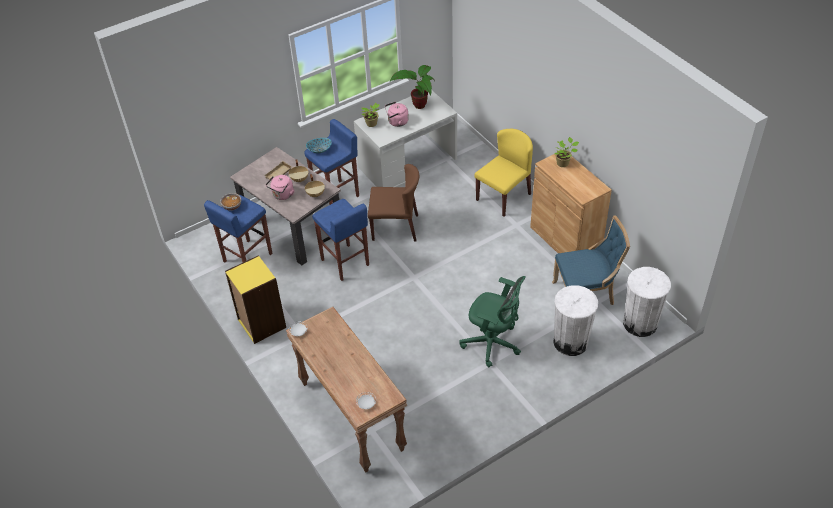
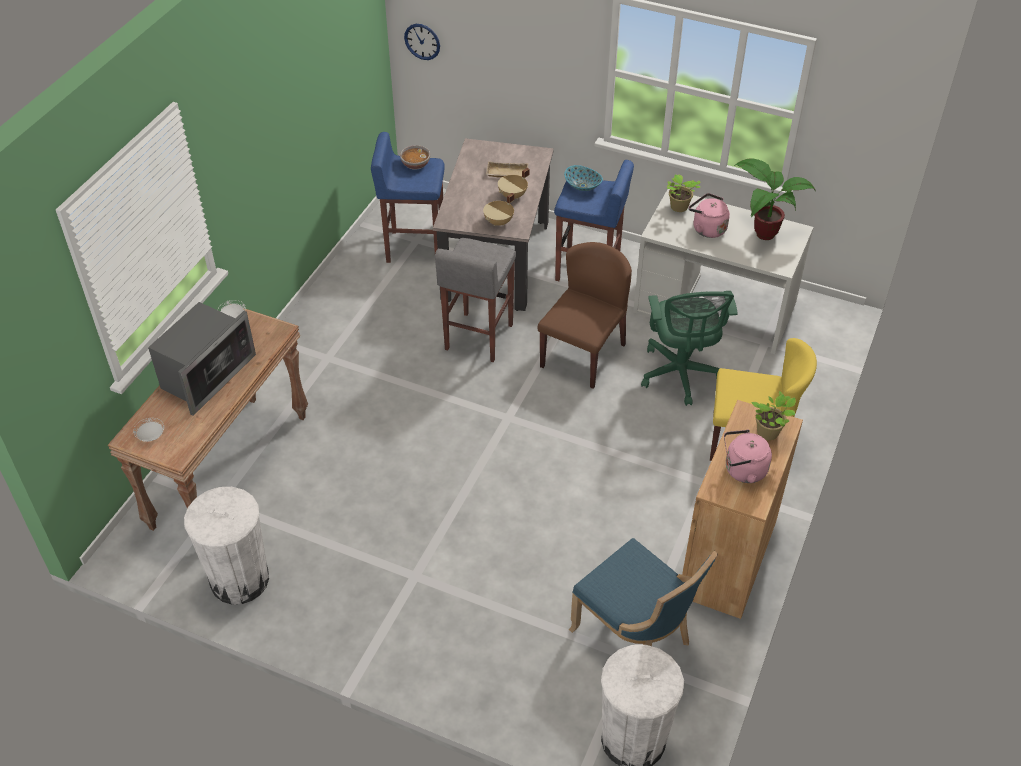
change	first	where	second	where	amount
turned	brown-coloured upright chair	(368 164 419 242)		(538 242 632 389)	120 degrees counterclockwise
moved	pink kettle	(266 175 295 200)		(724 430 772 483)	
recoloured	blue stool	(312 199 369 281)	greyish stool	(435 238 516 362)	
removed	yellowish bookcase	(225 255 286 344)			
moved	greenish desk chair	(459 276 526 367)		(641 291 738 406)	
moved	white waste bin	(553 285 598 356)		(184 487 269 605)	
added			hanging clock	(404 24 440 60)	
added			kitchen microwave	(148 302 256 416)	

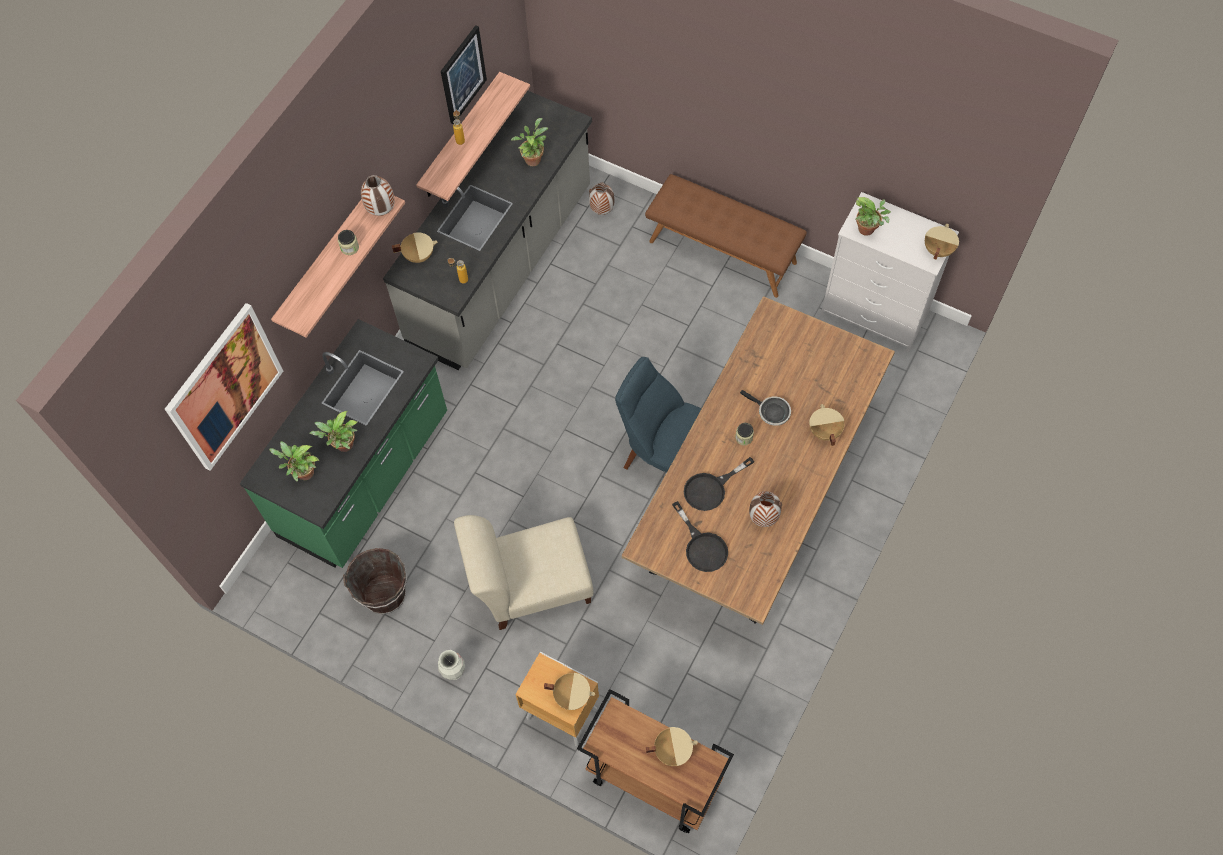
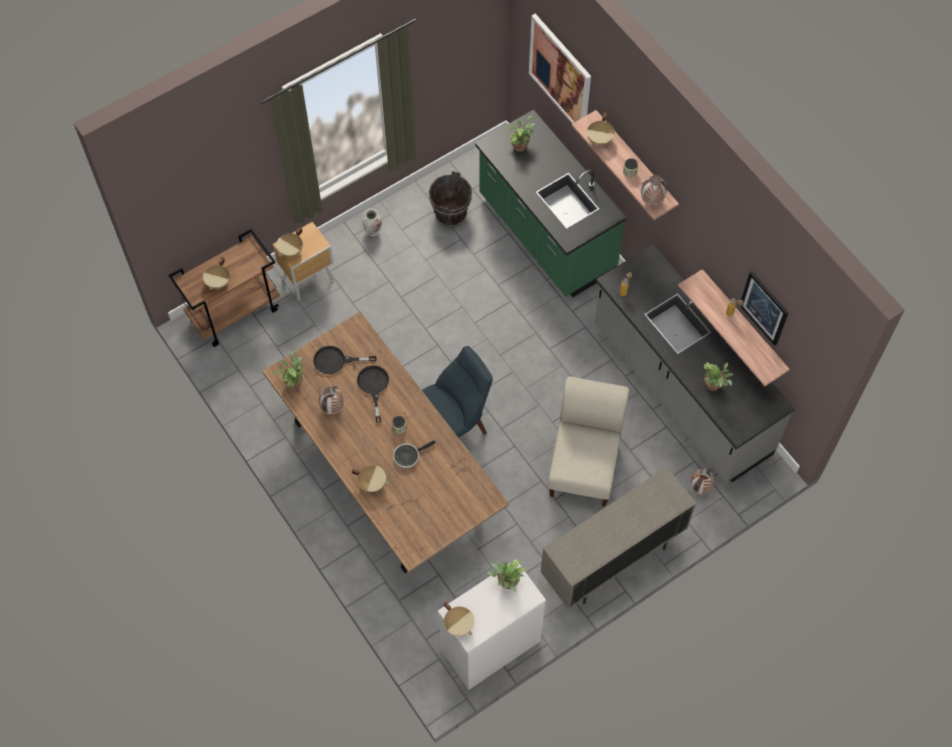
change	first	where	second	where	amount
replaced	brown-coloured long seat	(645 174 807 298)	beige-coloured storage cabinet	(541 467 696 609)	
moved	beige-coloured cooking pot	(392 232 437 263)		(587 112 615 146)	
moved	plant in a pot	(309 411 358 452)		(274 350 304 390)	
moved	beige-coloured upright chair	(454 515 593 630)		(548 376 629 506)	

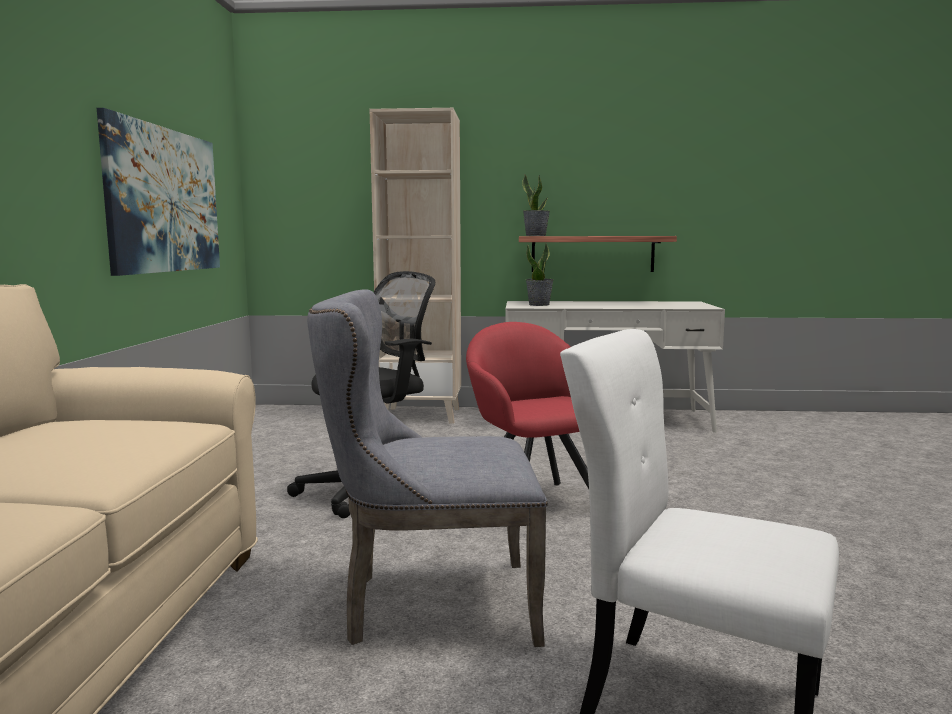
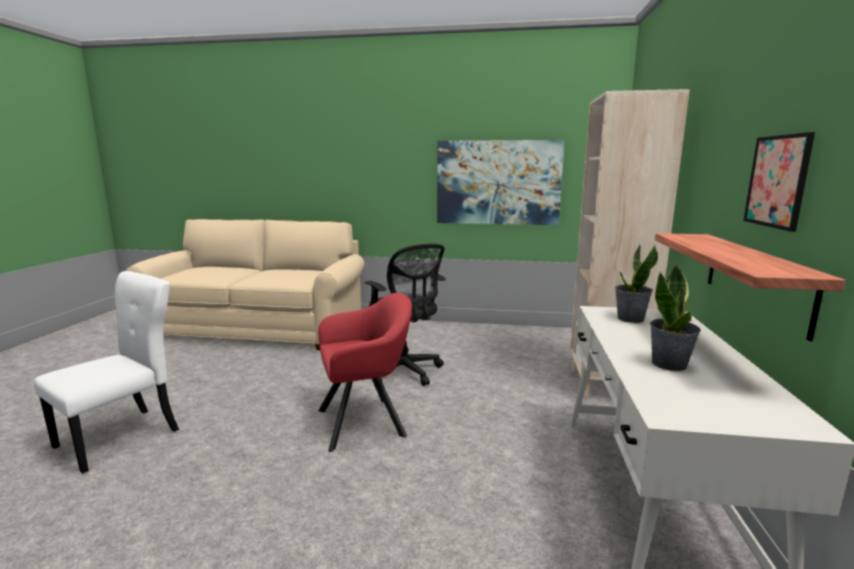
change	first	where	second	where	amount
moved	plant in a pot	(522 175 550 236)		(650 264 701 371)	
removed	greyish upright chair	(307 289 548 647)			
added			wall art	(743 132 815 232)	

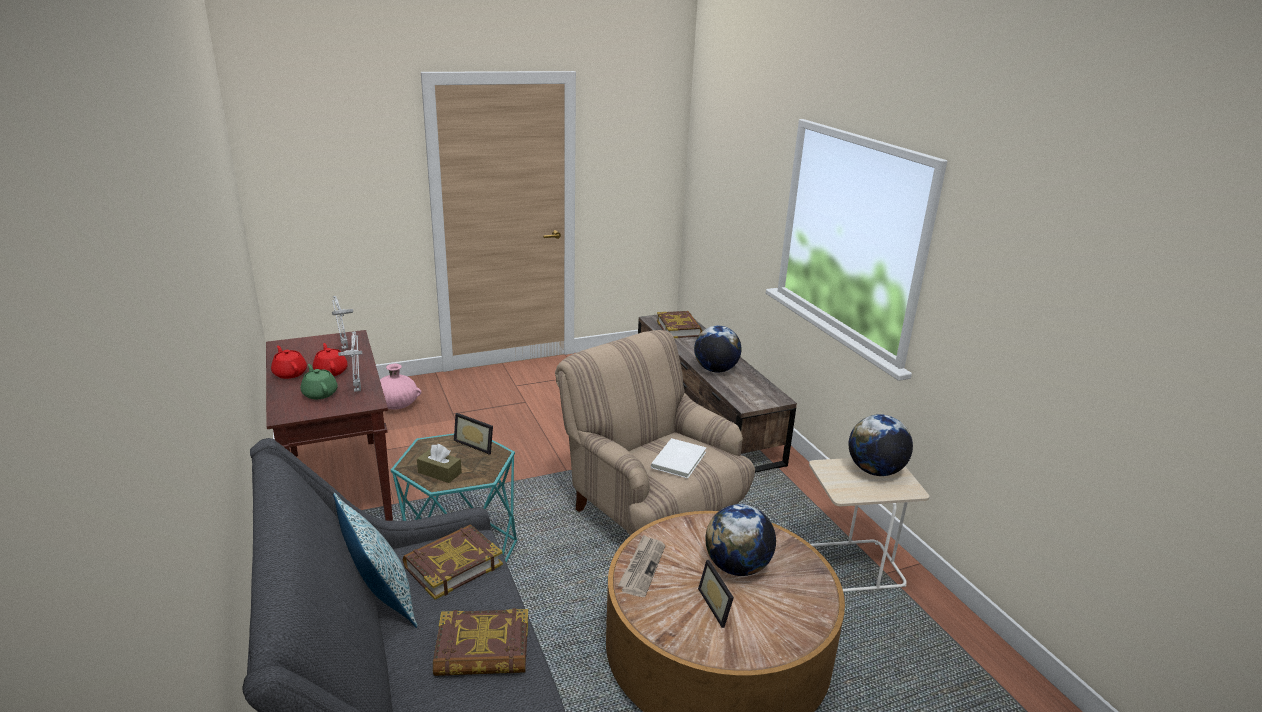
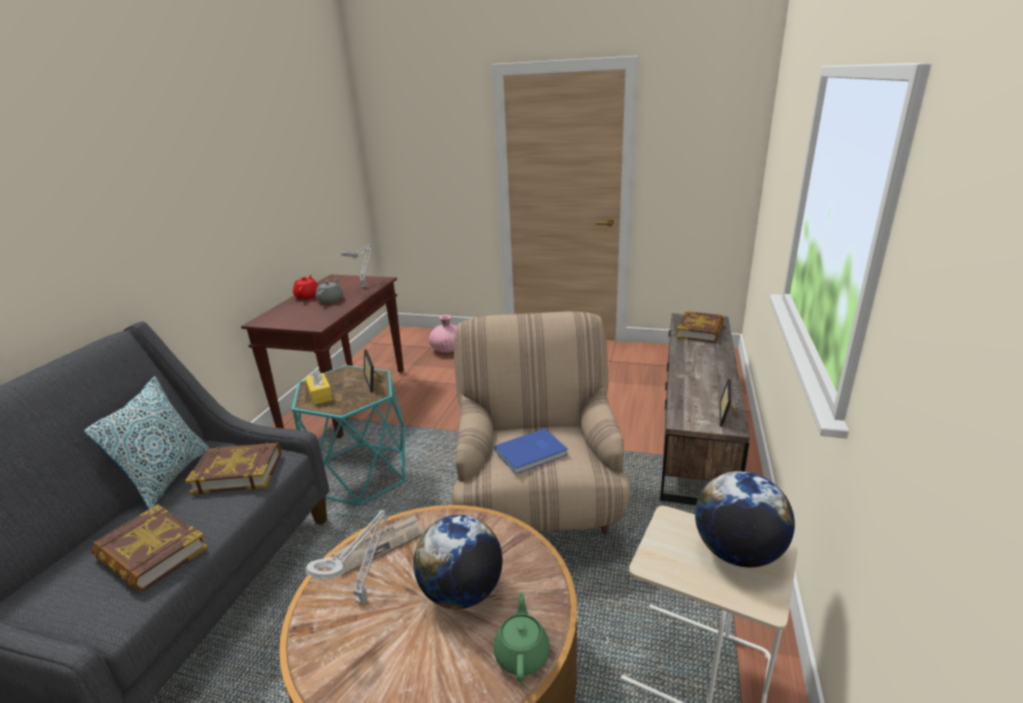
change	first	where	second	where	amount
removed	world globe	(694 326 742 373)			
moved	greyish tabletop lamp	(338 331 362 392)		(306 510 389 604)	
recoloured	red-coloured teapot	(313 343 348 376)	greyish teapot	(315 278 343 303)	
moved	greenish teapot	(300 364 338 399)		(493 592 550 682)	
recoloured	white book	(651 438 707 478)	blue book	(494 428 568 474)	
recoloured	brown-coloured box of tissues	(417 444 462 483)	yellowish box of tissues	(305 368 333 405)	
moved	standing frame	(698 560 734 628)		(720 378 739 427)	

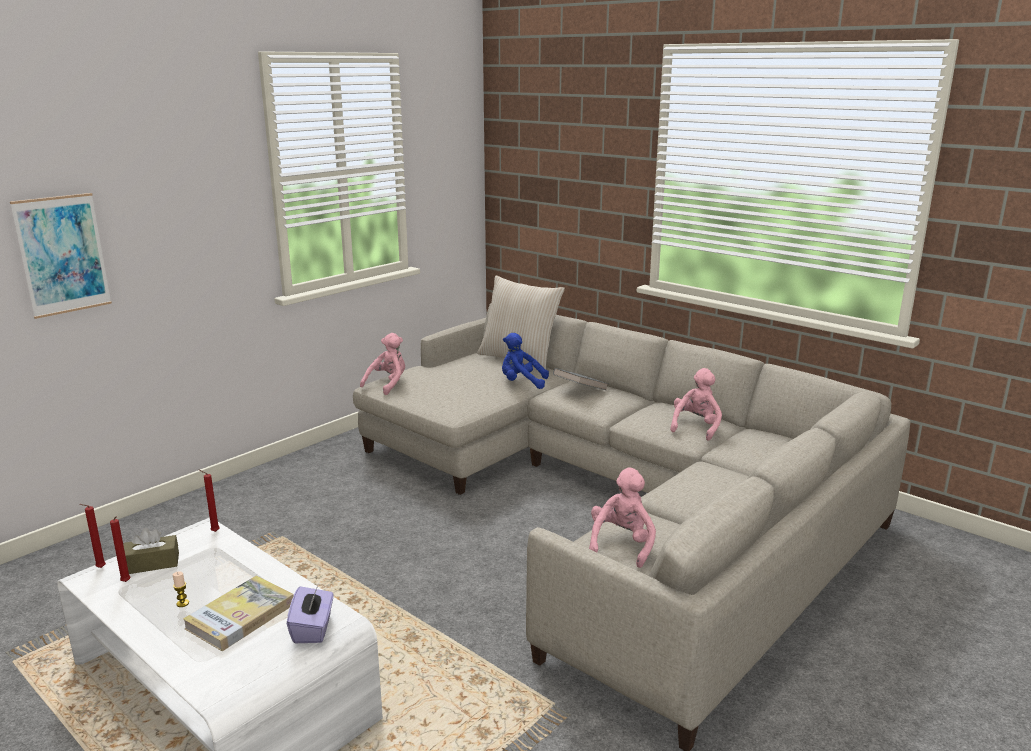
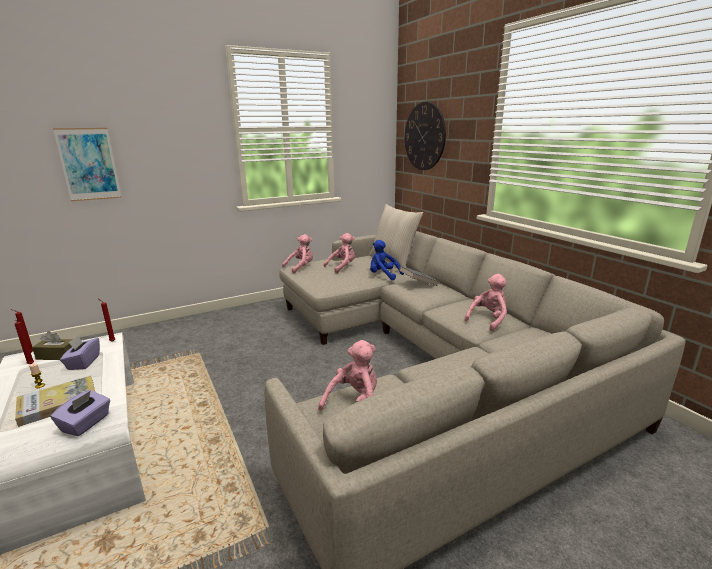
change	first	where	second	where	amount
added			hanging clock	(405 102 446 170)	
added			pink cuddly toy	(323 233 355 273)	
added			purple box of tissues	(60 335 100 370)	

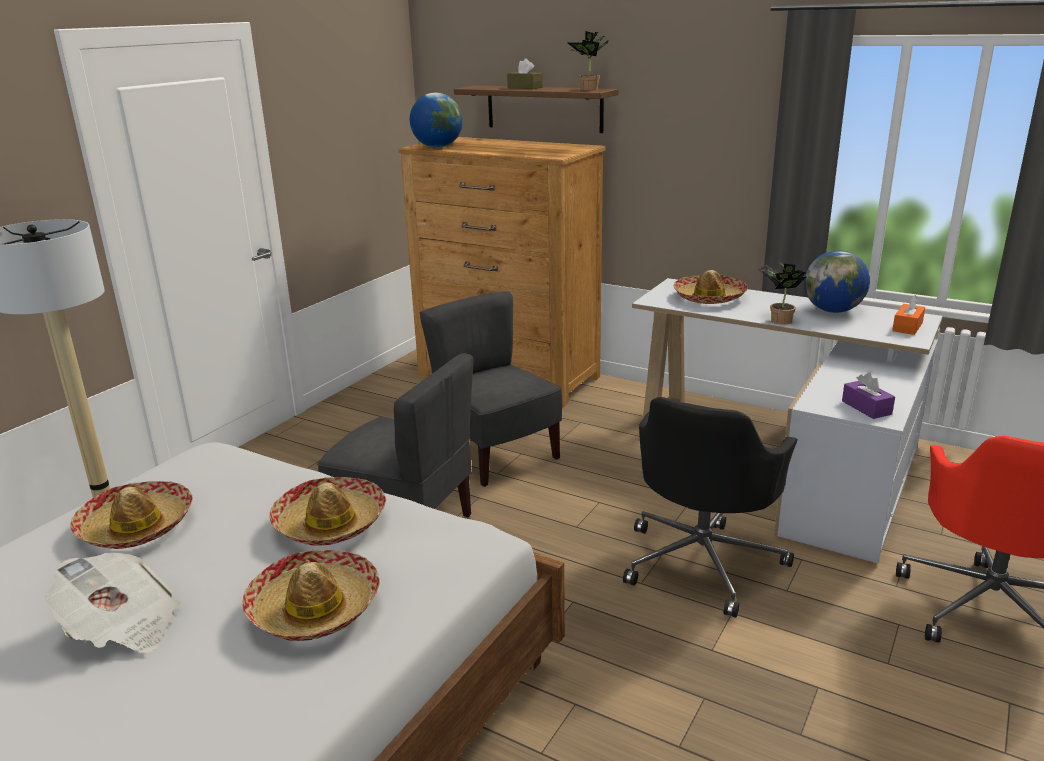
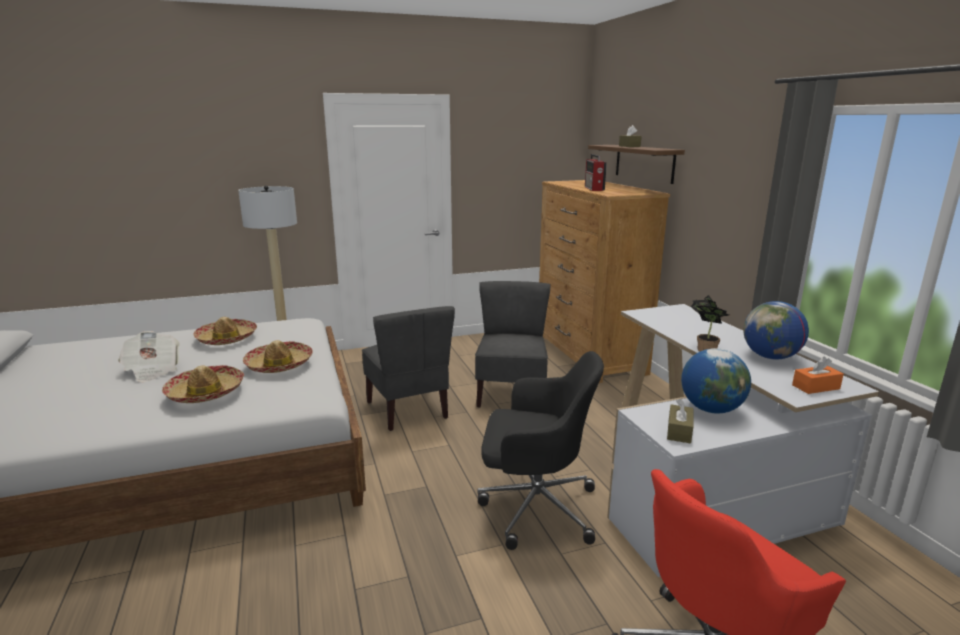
change	first	where	second	where	amount
removed	plant in a pot	(567 31 609 90)			
moved	world globe	(410 93 463 148)		(681 348 751 414)	
removed	wearable hat	(674 270 748 304)			
recoloured	purple box of tissues	(842 372 895 419)	brown-coloured box of tissues	(667 399 693 443)	
turned	blackish desk chair	(623 397 798 618)		(477 351 604 550)	150 degrees counterclockwise
added			radio receiver	(585 154 607 191)	

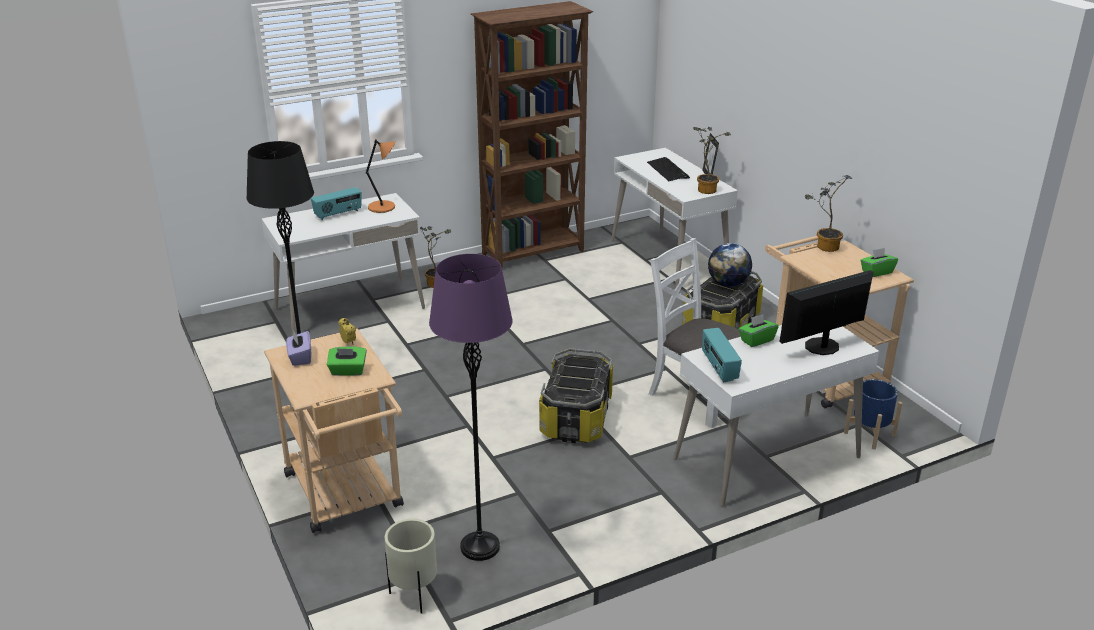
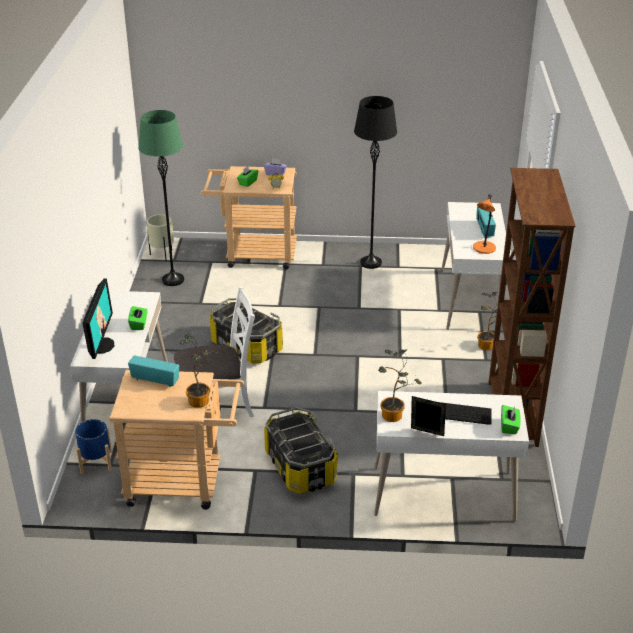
change	first	where	second	where	amount
removed	world globe	(708 243 752 287)			
moved	greenish box of tissues	(860 248 898 277)		(501 405 521 434)	
recoloured	purple floor lamp	(429 254 513 561)	greenish floor lamp	(138 110 184 286)	
moved	radio receiver	(702 328 742 383)		(128 355 179 387)	

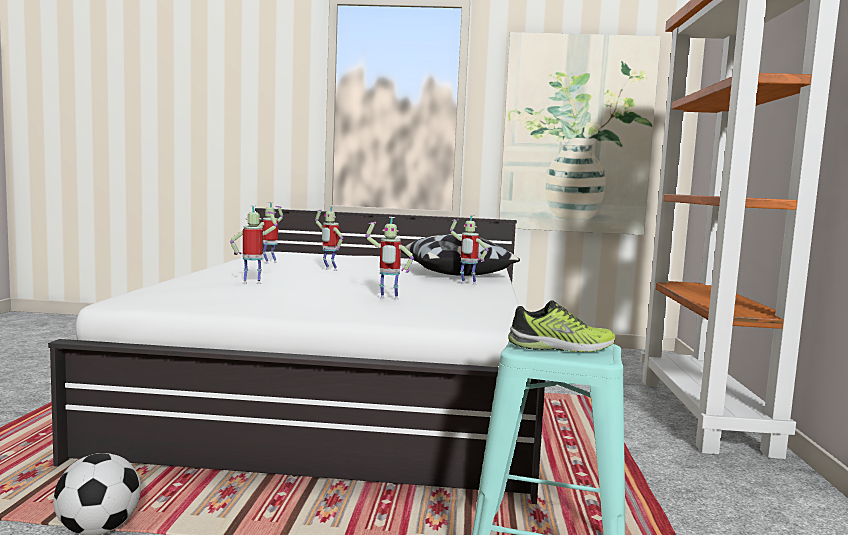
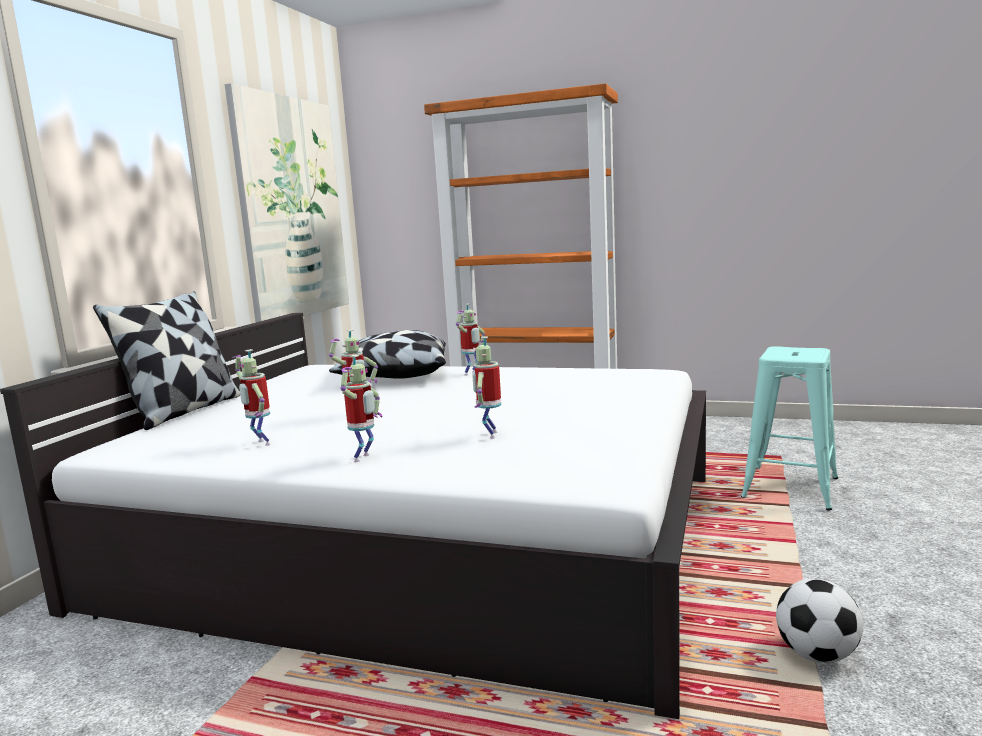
change	first	where	second	where	amount
moved	toy robot	(366 217 414 300)		(341 355 382 462)	
removed	shoe	(508 300 615 352)			
added			cushion	(93 291 240 430)	

